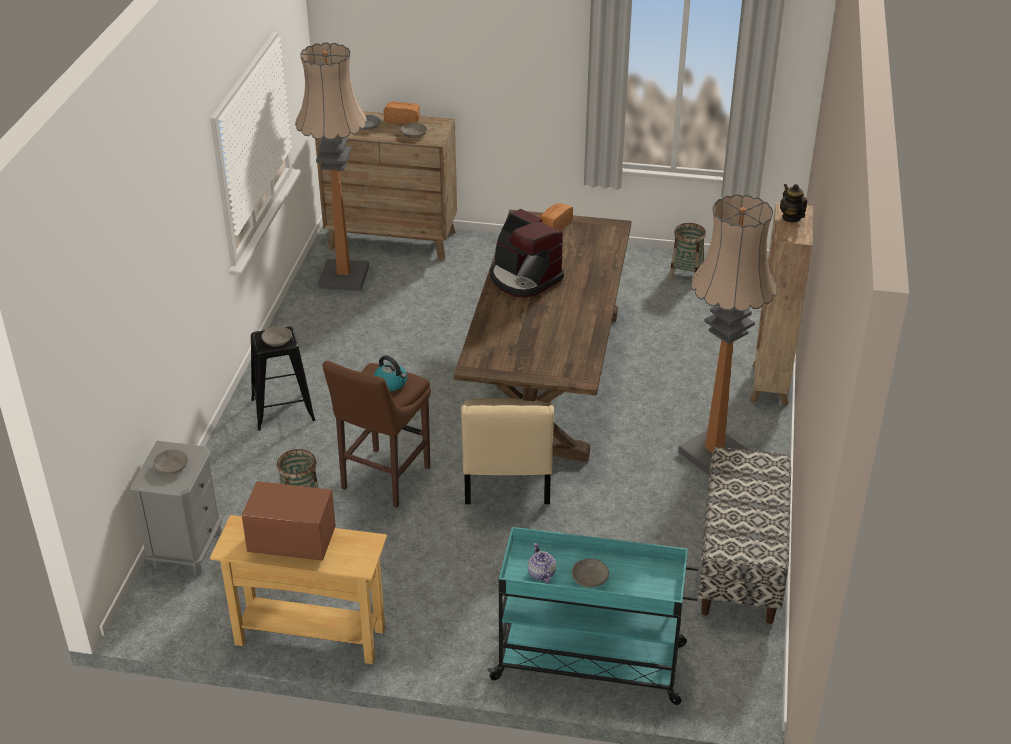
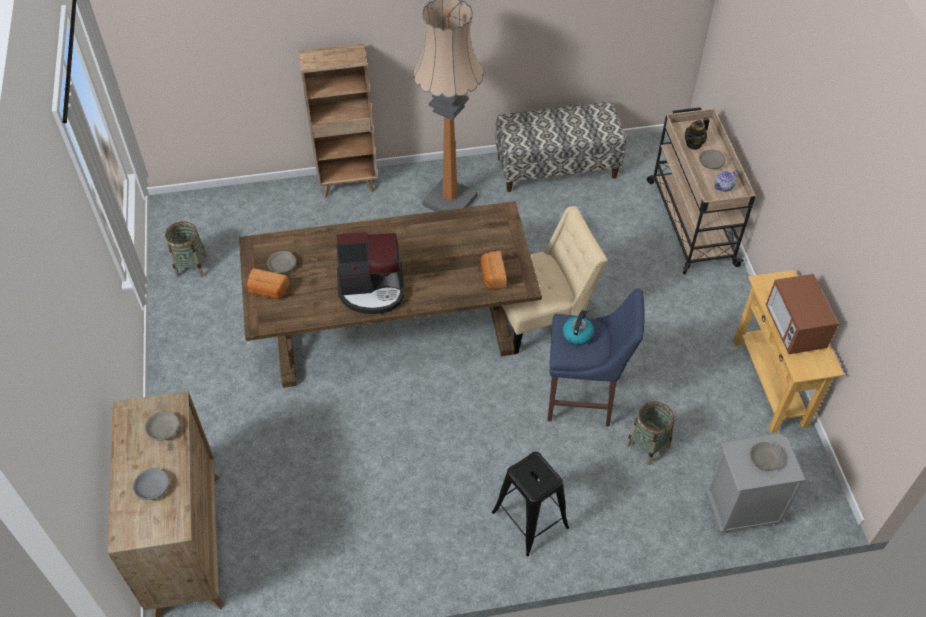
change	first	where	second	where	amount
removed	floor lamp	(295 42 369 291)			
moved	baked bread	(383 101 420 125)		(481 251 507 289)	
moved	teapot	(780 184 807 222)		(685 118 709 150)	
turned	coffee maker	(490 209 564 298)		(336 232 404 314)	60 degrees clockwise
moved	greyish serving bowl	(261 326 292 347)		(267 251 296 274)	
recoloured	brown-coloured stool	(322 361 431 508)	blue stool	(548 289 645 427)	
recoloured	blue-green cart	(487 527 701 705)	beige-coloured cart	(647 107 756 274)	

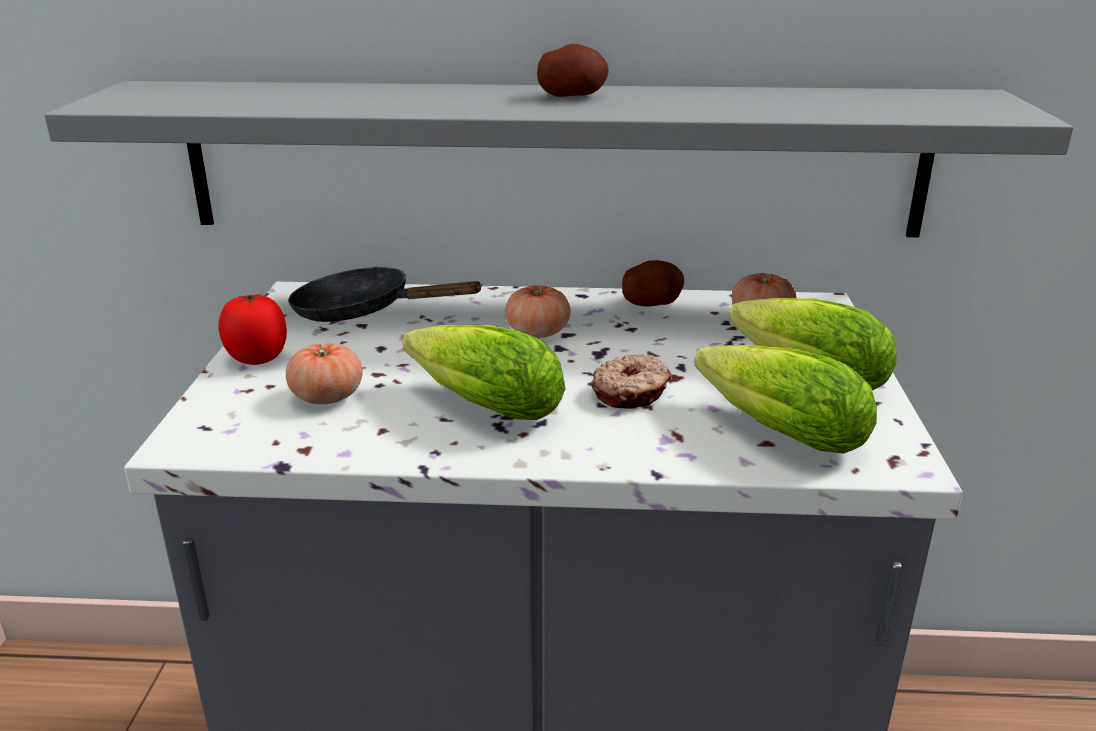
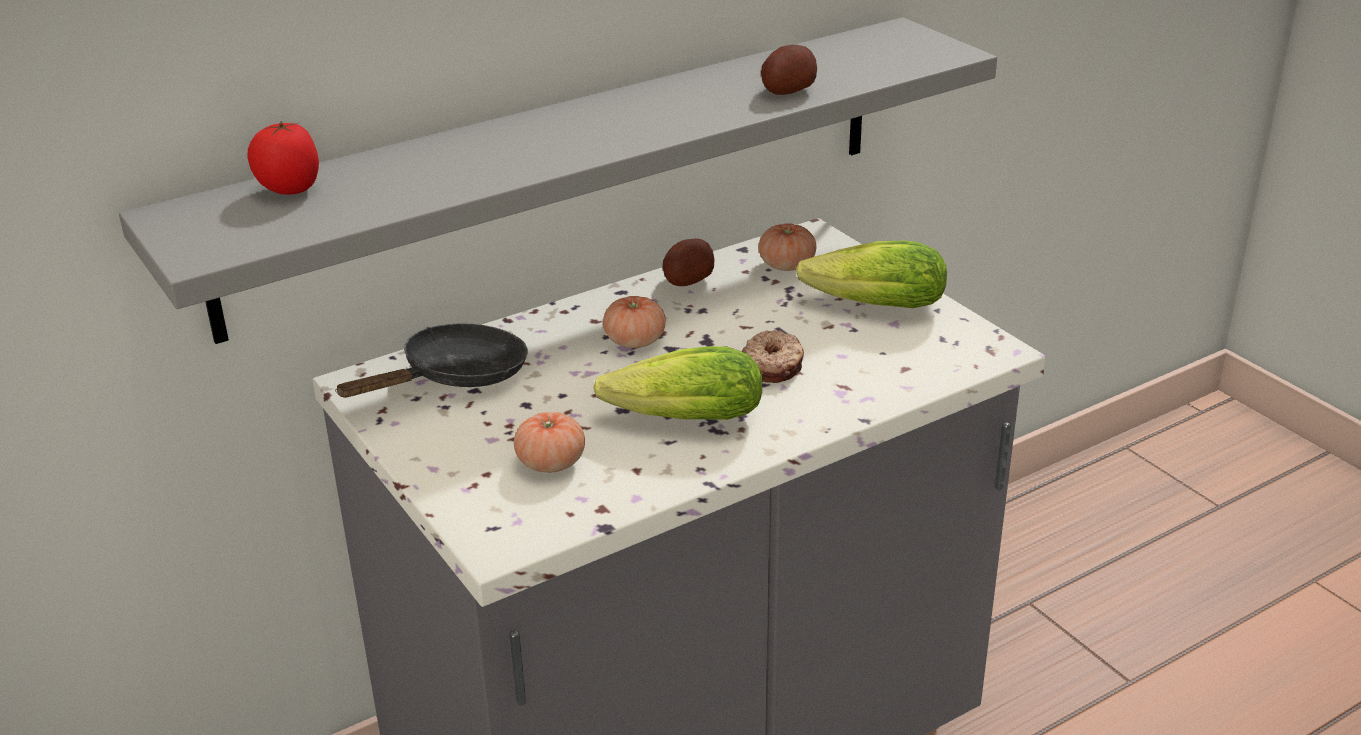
change	first	where	second	where	amount
moved	spud	(537 44 609 97)		(761 45 817 95)	
turned	blackish skillet	(288 266 483 322)		(335 323 528 398)	150 degrees clockwise
moved	tomato	(218 294 287 365)		(247 121 319 195)	
removed	lettuce	(695 345 877 454)			

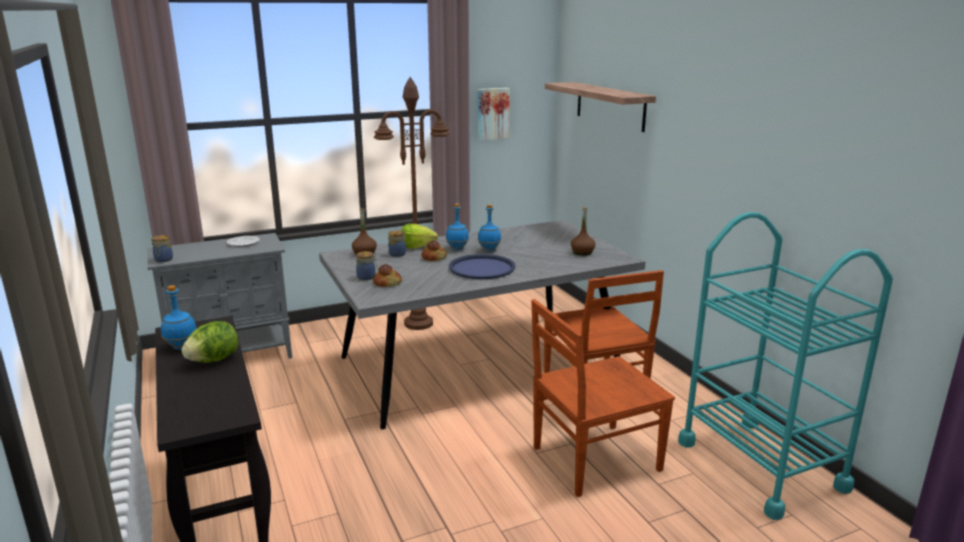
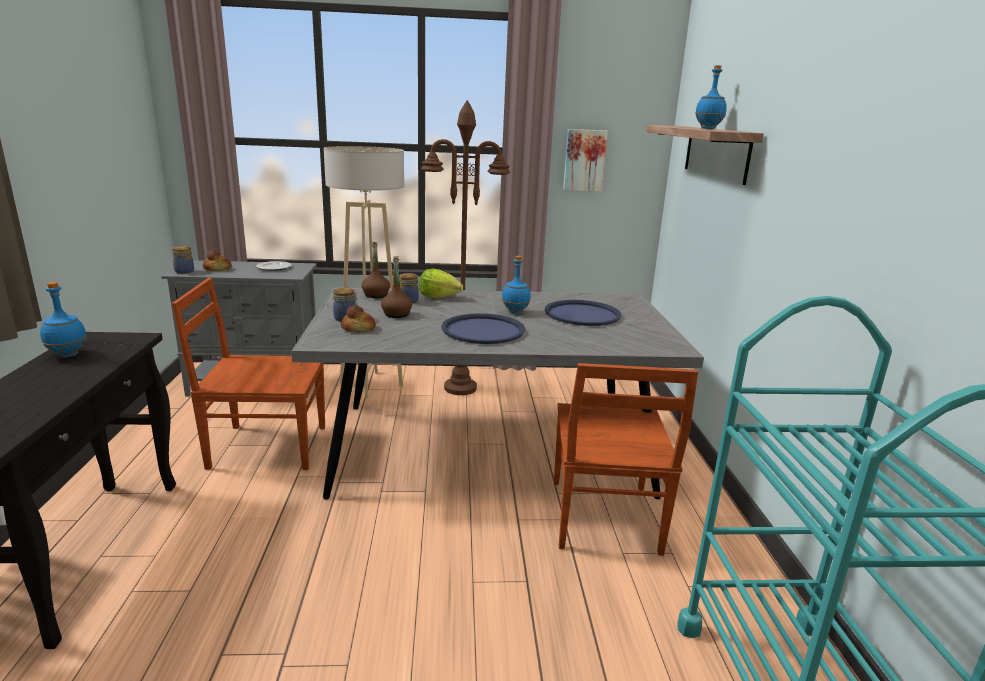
change	first	where	second	where	amount
moved	blue bottle	(446 204 469 250)		(695 65 727 129)	
moved	brown-coloured bottle	(571 207 596 256)		(381 256 412 318)	
moved	baked bread	(421 240 447 261)		(203 250 232 271)	
moved	brown-coloured upright chair	(531 299 675 497)		(172 278 325 470)	
removed	lettuce	(182 321 238 363)			
added			beige-coloured floor lamp	(324 146 404 399)	
added			blue tray	(545 300 621 326)	

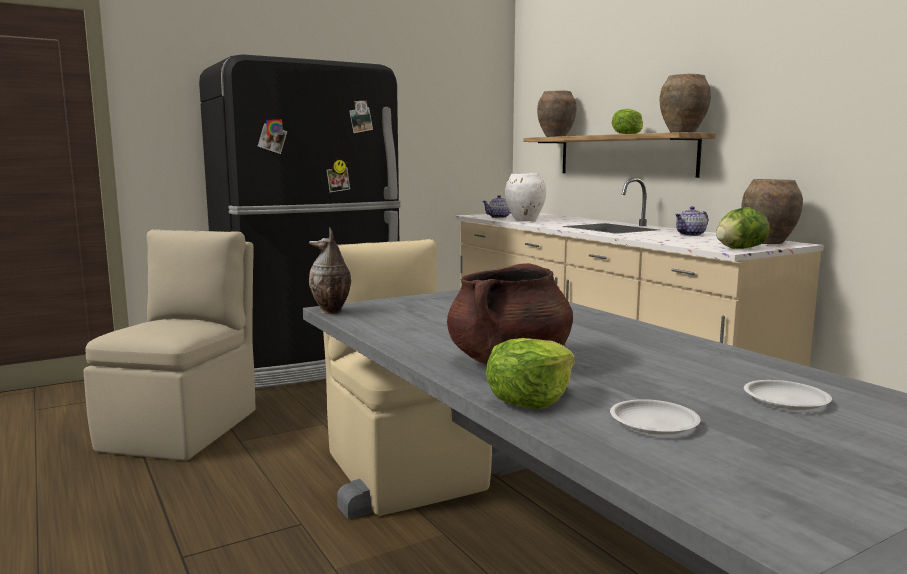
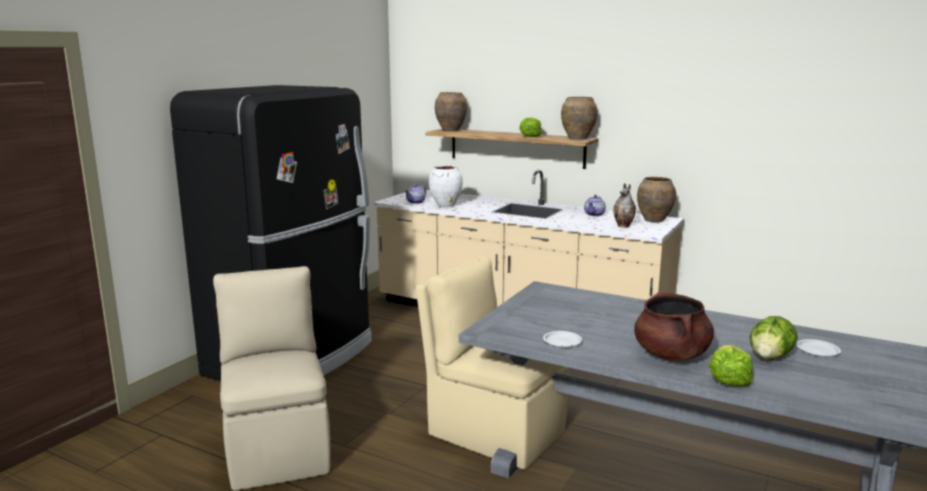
change	first	where	second	where	amount
moved	lettuce	(716 207 770 249)		(750 316 798 360)	
moved	decorative vase	(309 227 351 314)		(613 183 636 228)	
moved	white dinner plate	(610 399 701 435)		(543 331 582 348)	

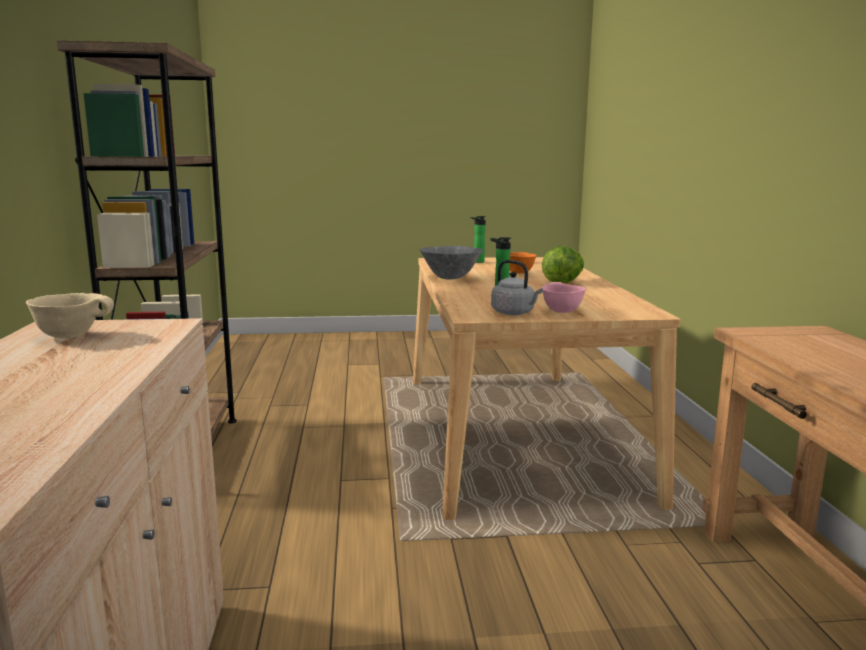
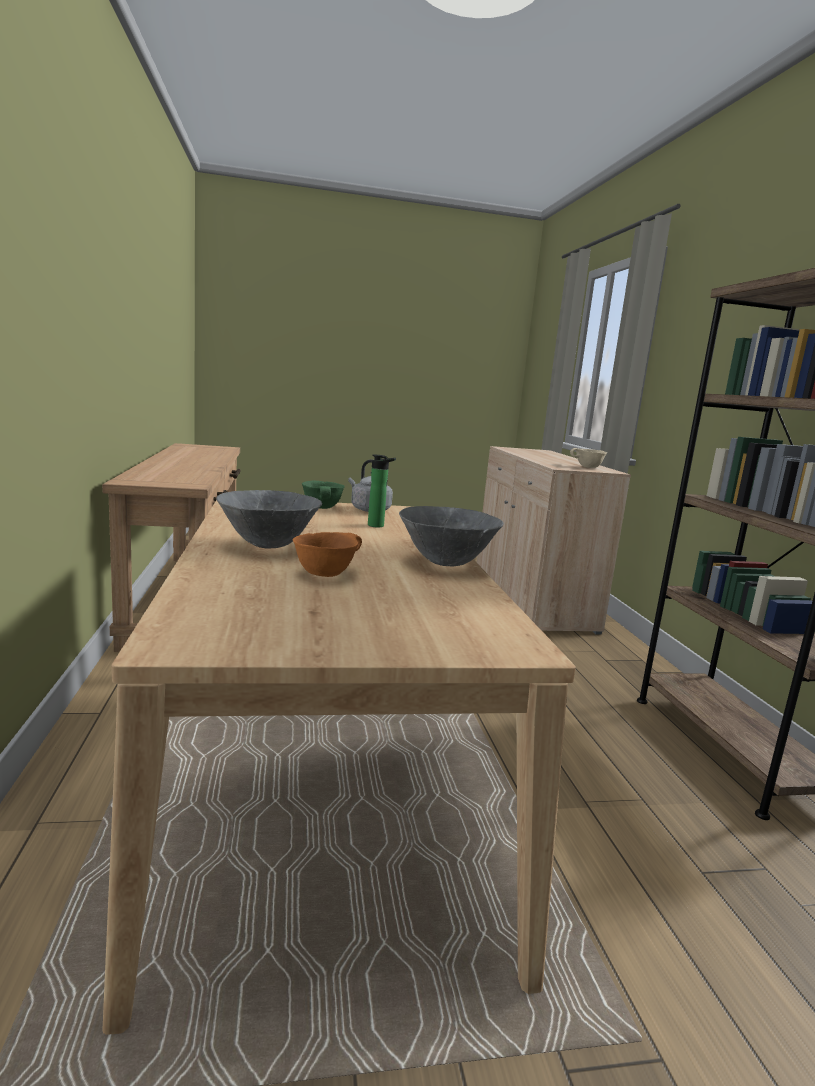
change	first	where	second	where	amount
removed	bottle	(470 216 486 263)			
replaced	lettuce	(542 246 584 284)	greyish serving bowl	(216 490 322 549)	
recoloured	pink serving bowl	(542 282 586 313)	greenish serving bowl	(302 481 345 509)	

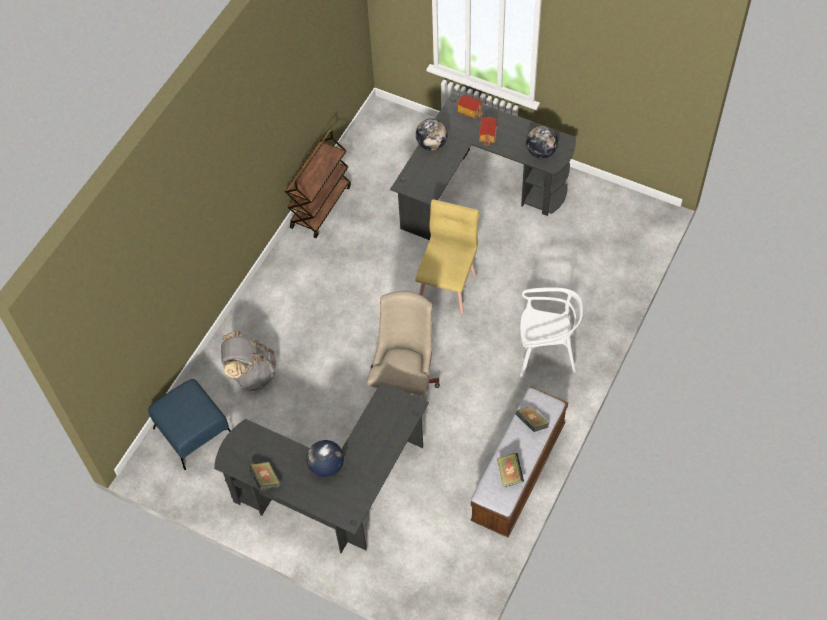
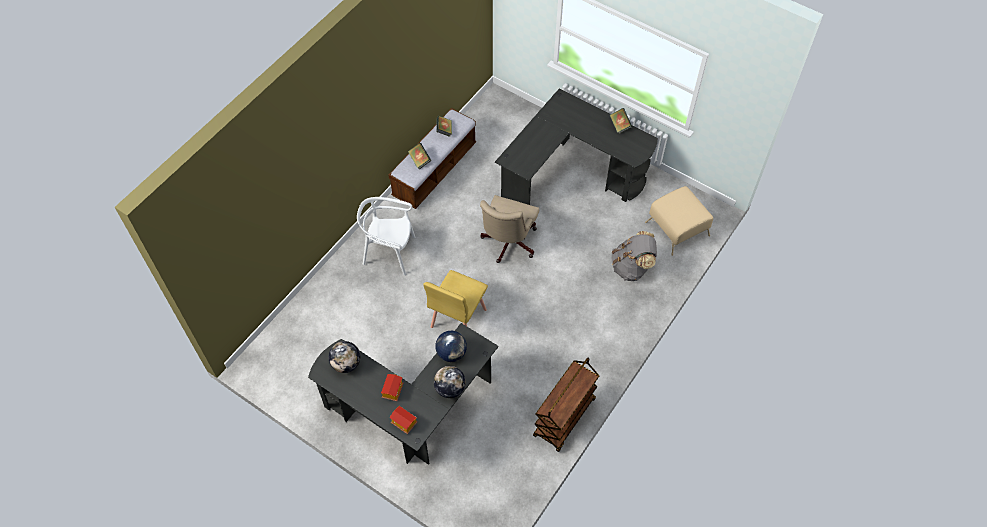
change	first	where	second	where	amount
recoloured	blue pouffe	(148 379 231 470)	beige-coloured pouffe	(645 186 713 256)	
moved	world globe	(306 440 344 478)		(435 331 467 362)	

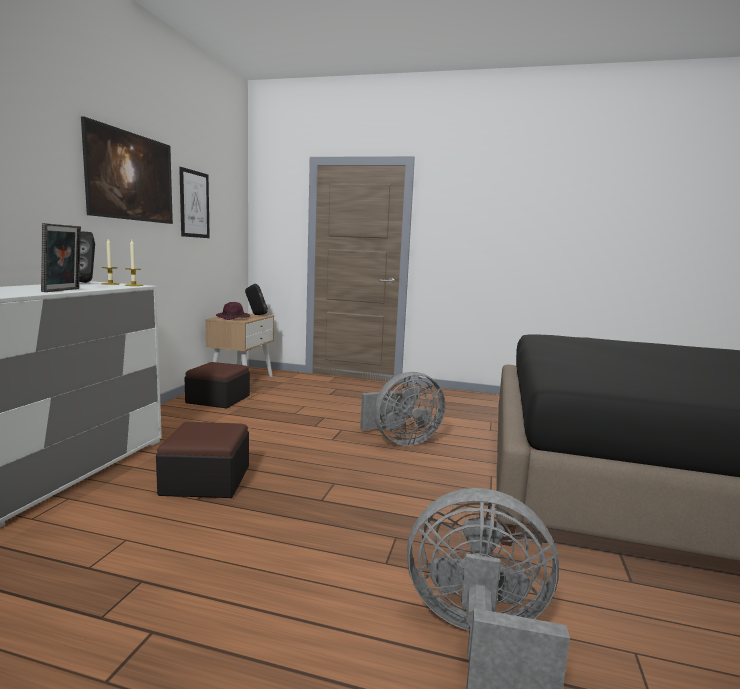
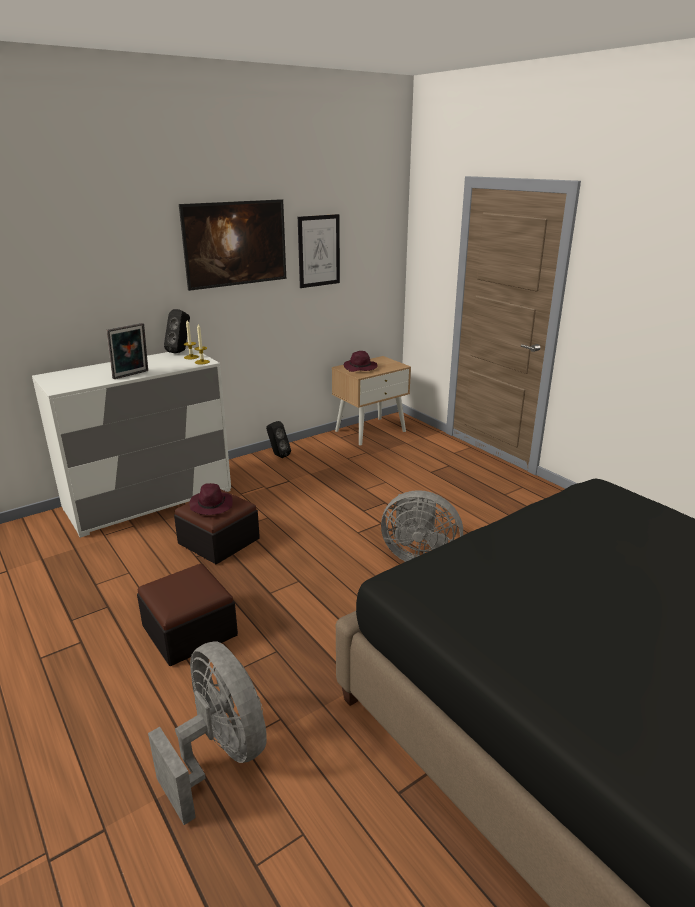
change	first	where	second	where	amount
moved	blackish loudspeaker	(245 284 268 315)		(266 421 291 458)	
moved	pouffe	(184 362 250 409)		(137 564 238 666)	
added			purple wearable hat	(189 483 233 515)	

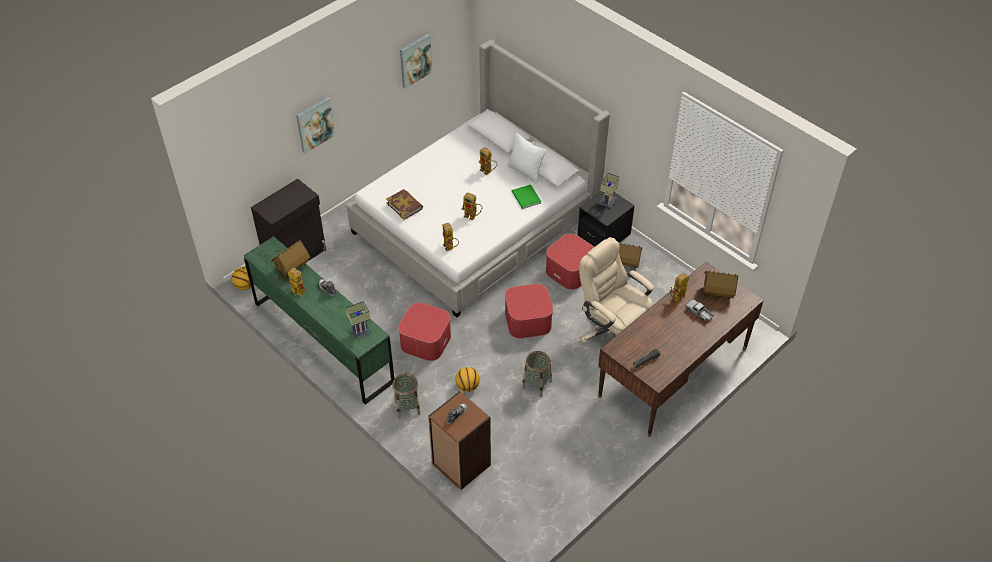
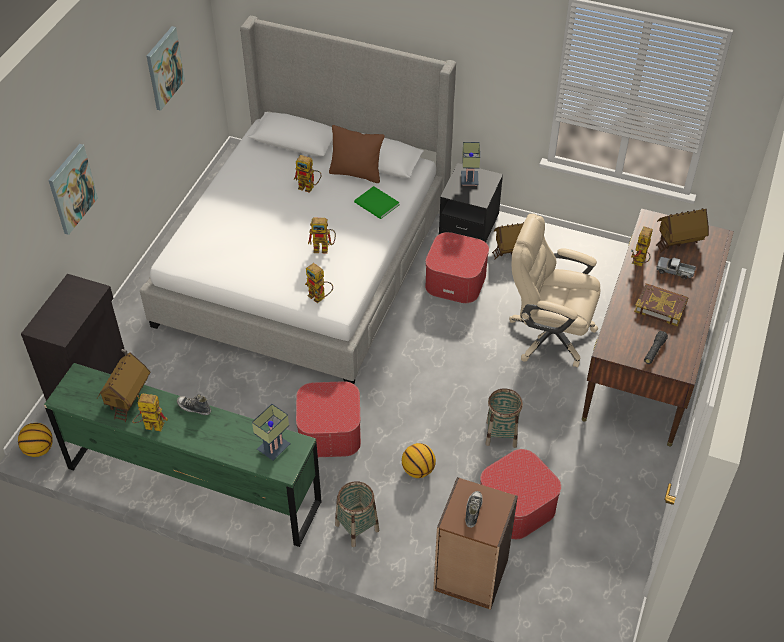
change	first	where	second	where	amount
recoloured	white cushion	(507 133 547 184)	brown-coloured cushion	(329 125 385 183)	
moved	book	(386 189 423 220)		(634 283 689 326)	
moved	pouffe	(505 284 553 338)		(480 449 561 540)	

